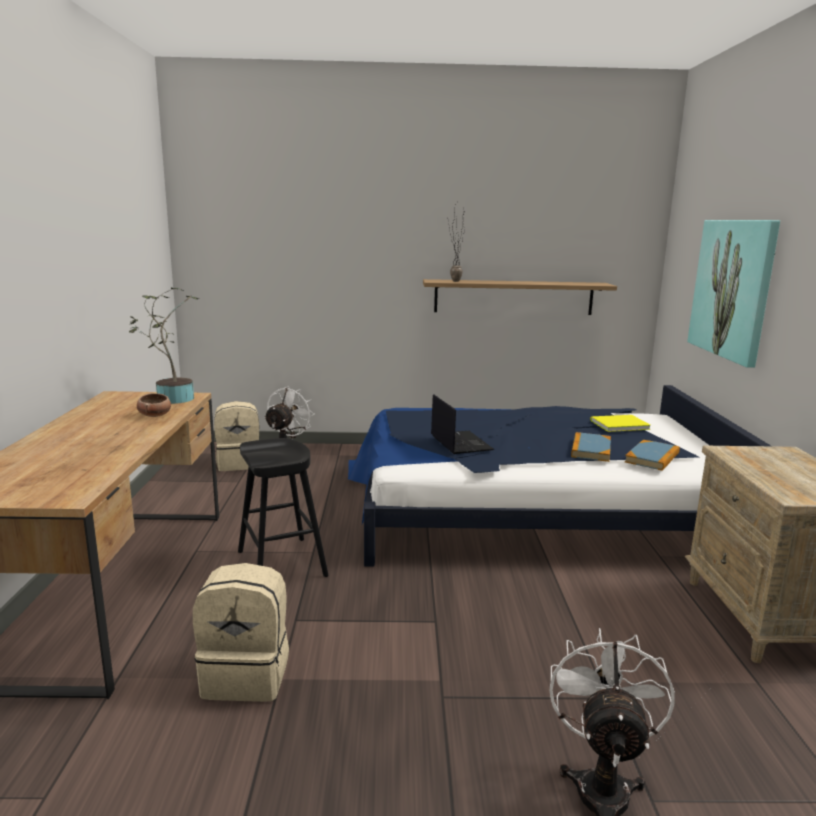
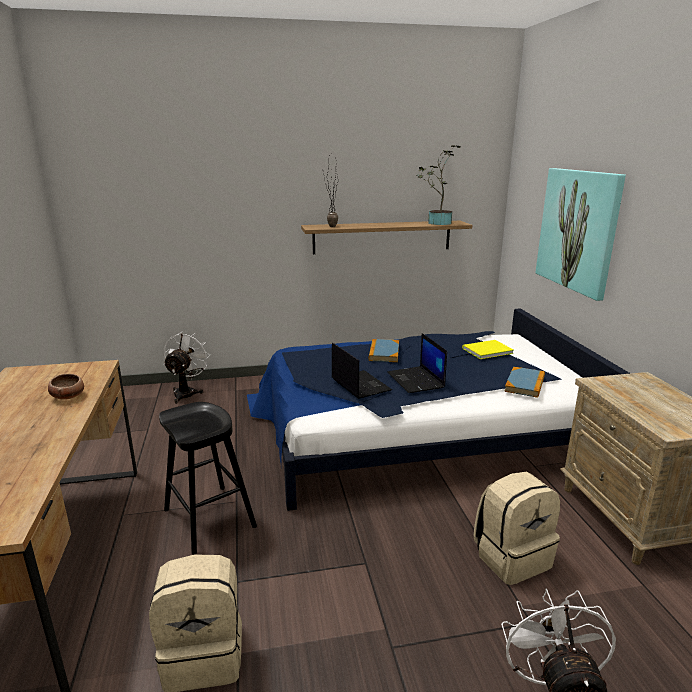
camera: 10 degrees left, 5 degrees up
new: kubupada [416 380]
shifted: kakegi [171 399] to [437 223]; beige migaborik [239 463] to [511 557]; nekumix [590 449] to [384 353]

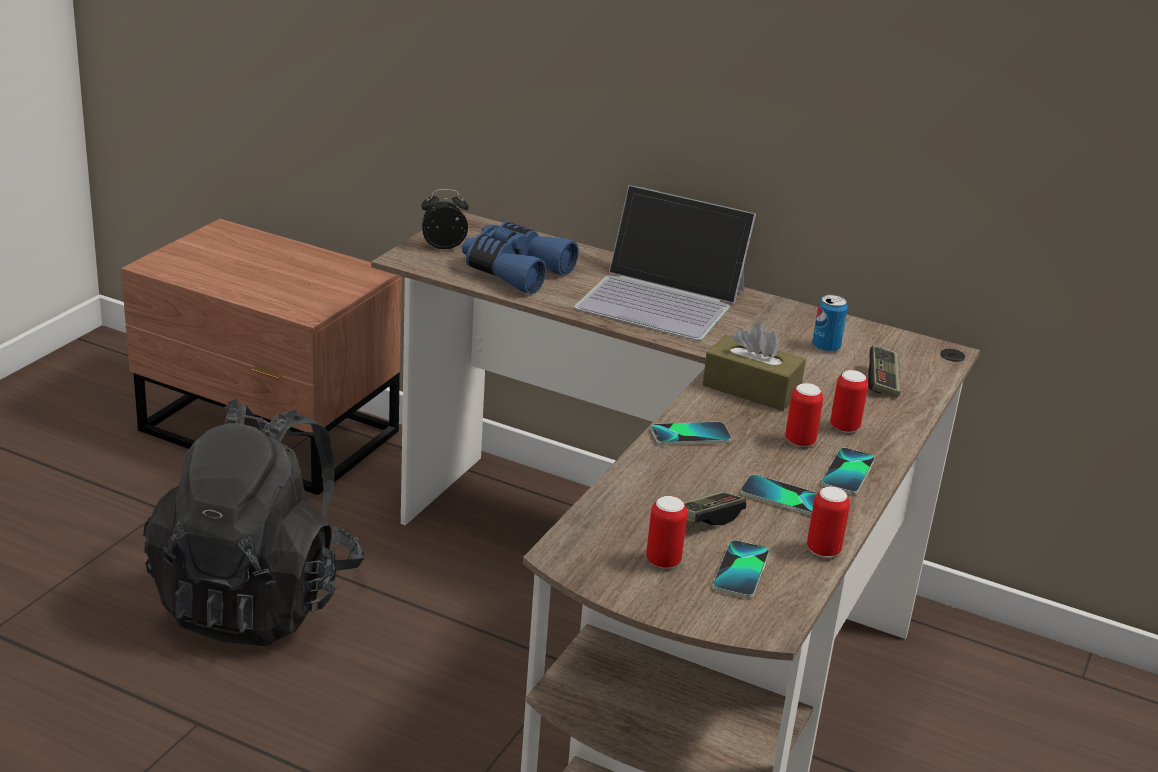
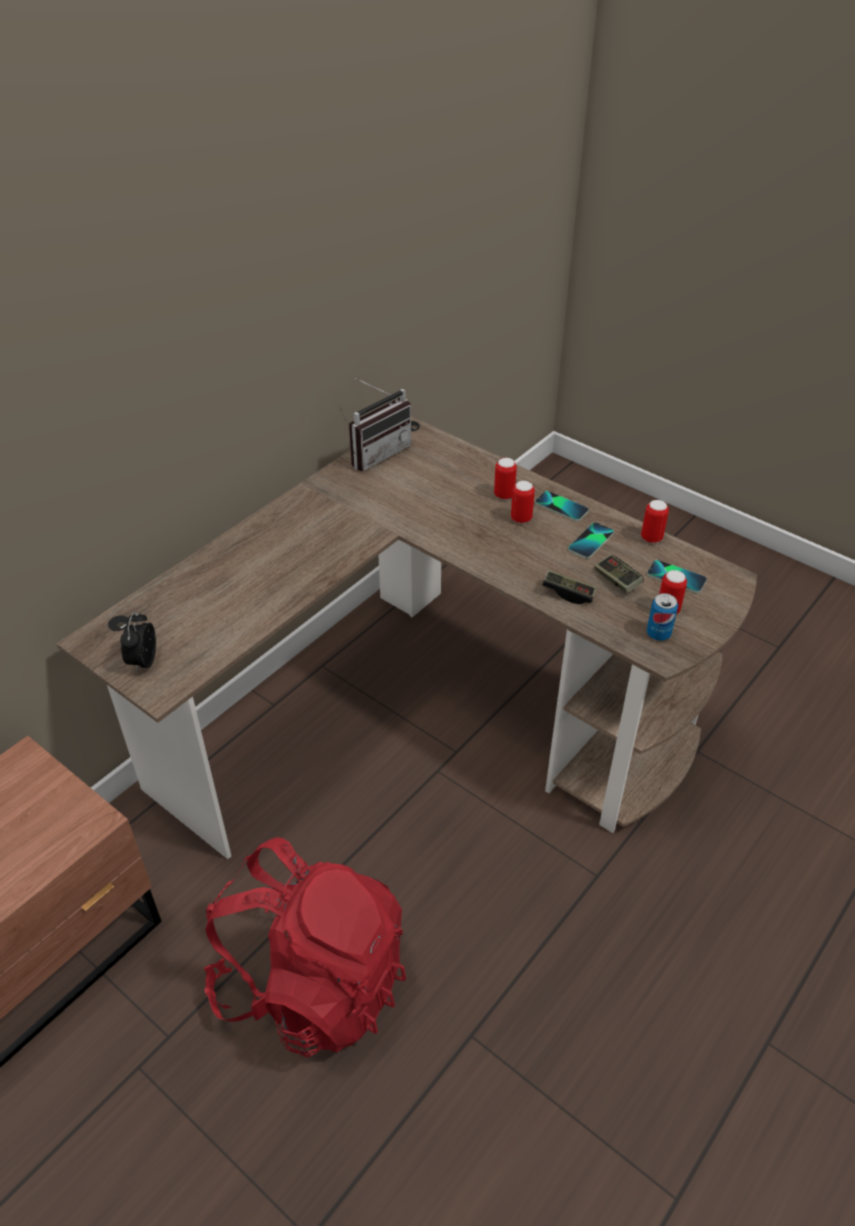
camera: 75 degrees left, 15 degrees up
gone: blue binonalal [514 271]; kubupada [662 298]; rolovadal [690 435]; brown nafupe [751 389]
new: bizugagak [377 452]
shifted: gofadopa [826 347] to [658 634]; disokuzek [882 382] to [568 593]
repainted: black migaborik [258 599] to red migaborik [312 981]

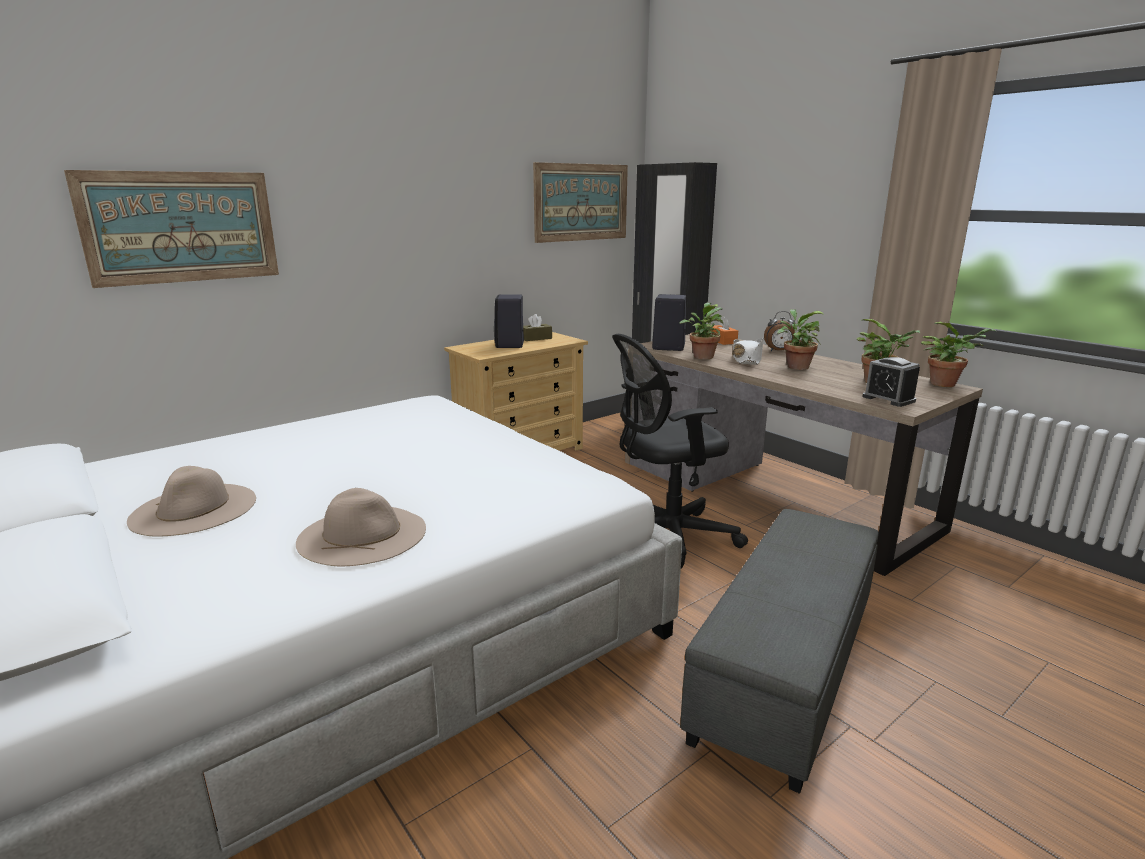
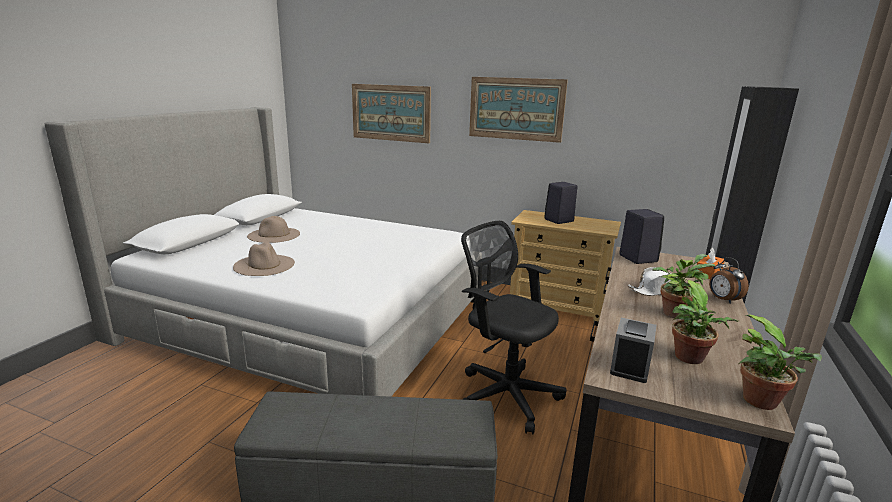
camera: 60 degrees right, 0 degrees up
gone: brown nafupe [536 338]; kakegi [702 356]
shifted: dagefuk [581 202] to [516 109]

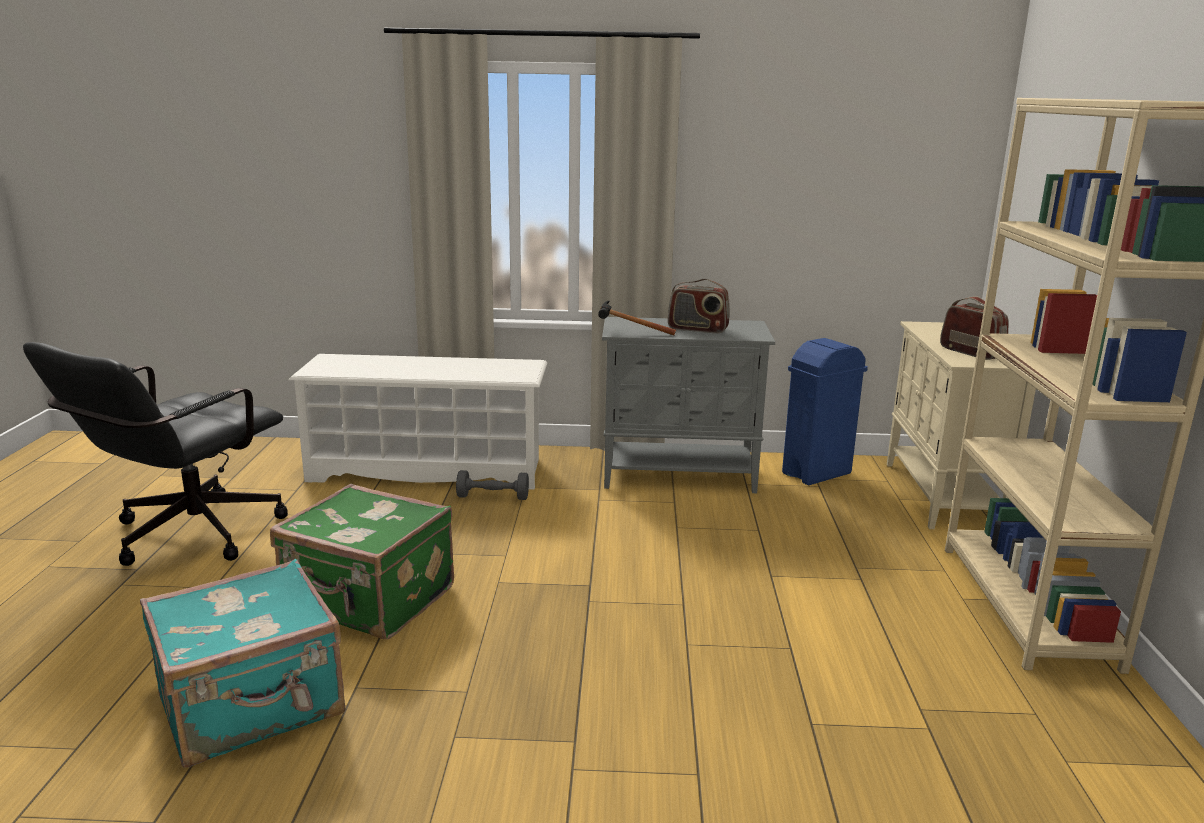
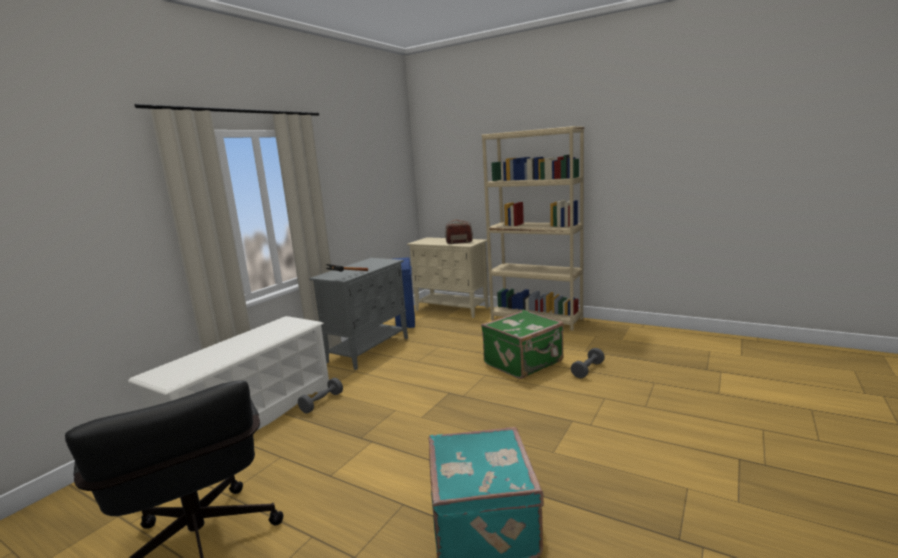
camera: 60 degrees left, 5 degrees down
gone: bizugagak [697 329]
new: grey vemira [587 370]
shifted: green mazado [369 600] to [524 363]

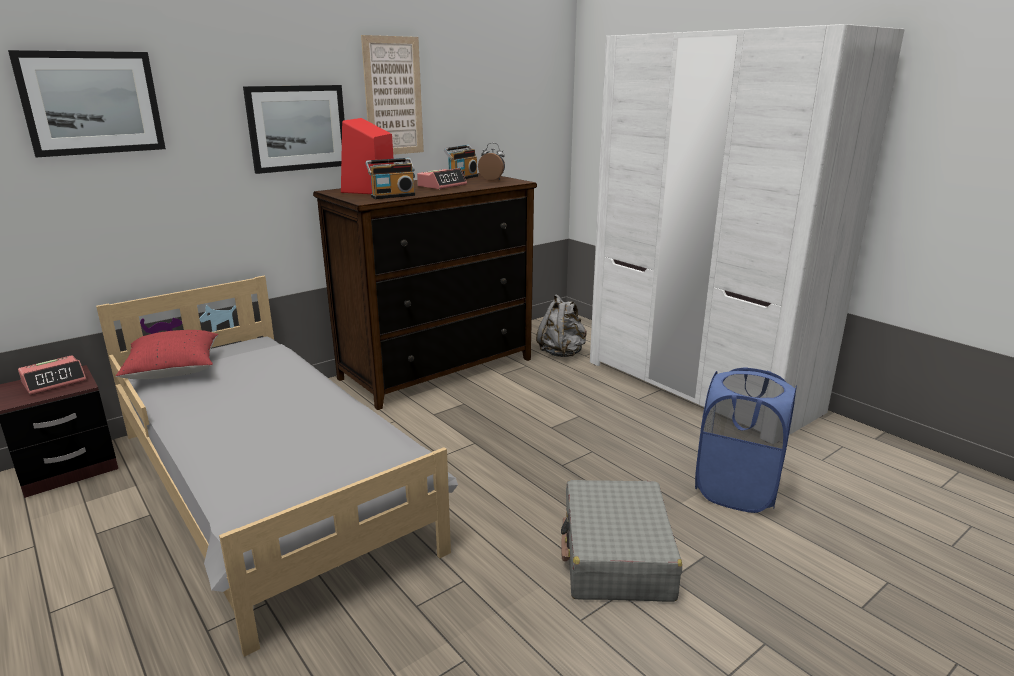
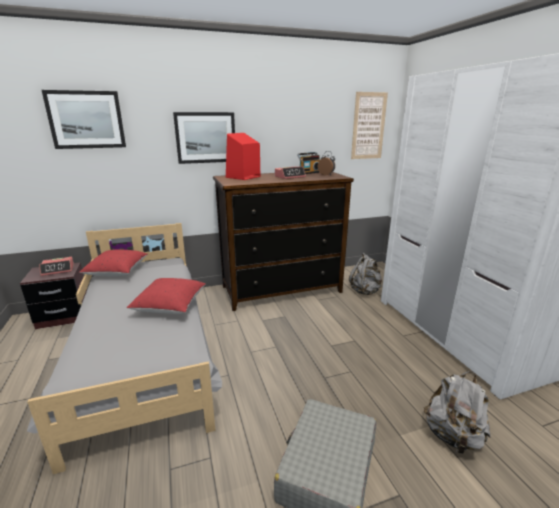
camera: 20 degrees right, 0 degrees up
gone: bizugagak [392 196]
new: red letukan [170 306]
shifted: dagefuk [393 96] to [368 126]
swapped: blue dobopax [737 490] to grey migaborik [452 436]

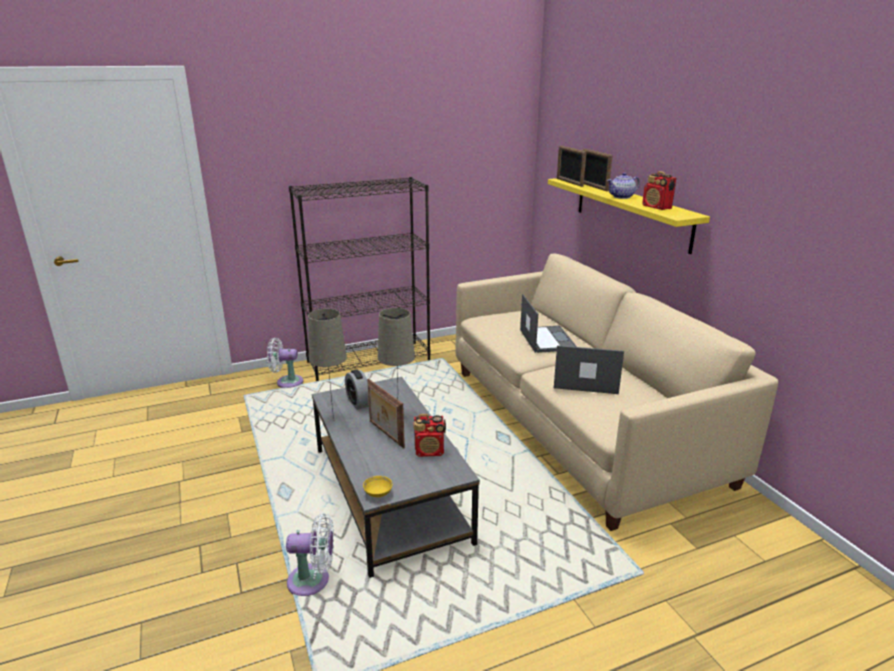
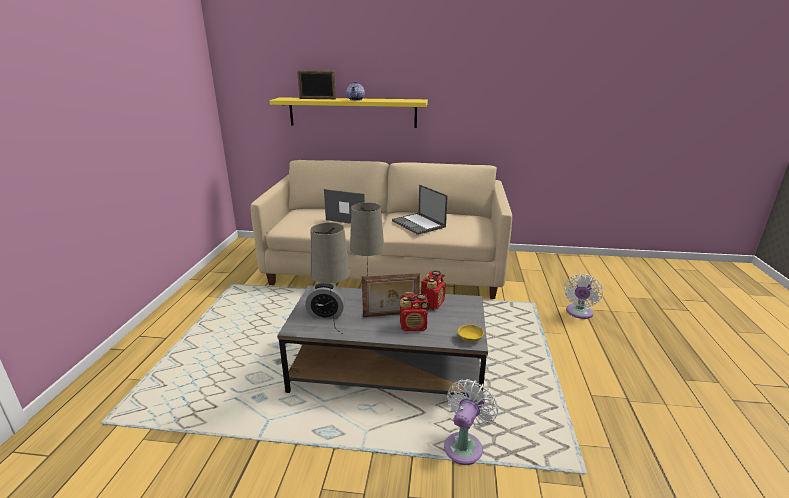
camera: 60 degrees left, 0 degrees up
gone: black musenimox [369 360]; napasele [569 182]
shifted: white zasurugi [287 382] to [578 313]; bizugagak [657 207] to [414 326]
rotated: kubupada [584 380] = [419 224] 75 degrees counterclockwise

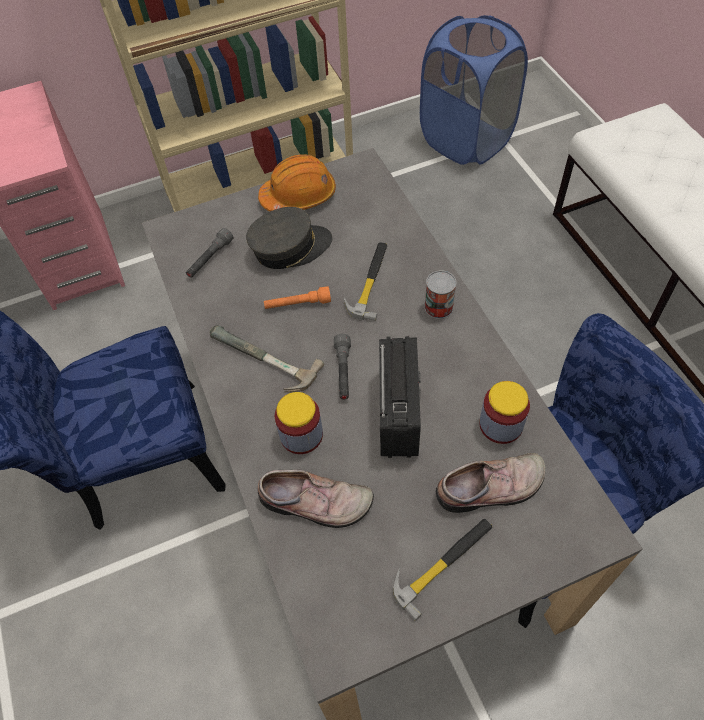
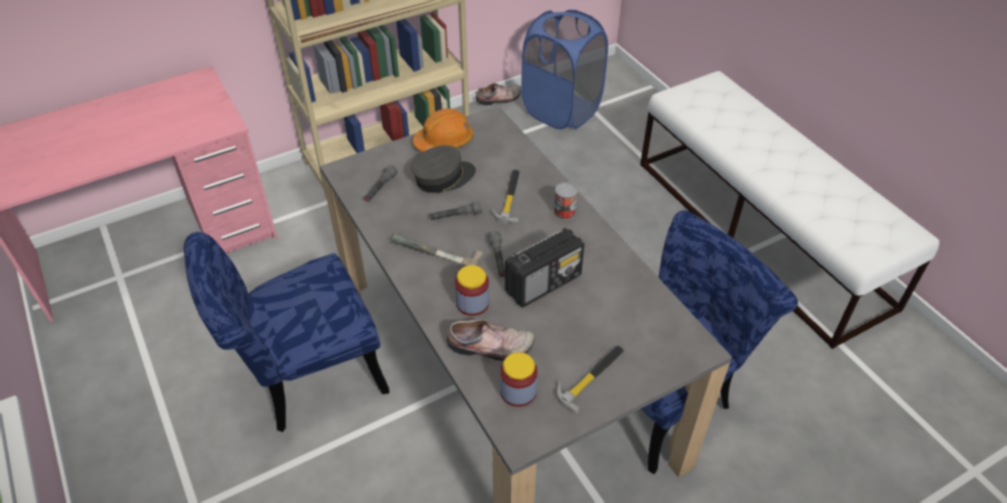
camera: 10 degrees left, 10 degrees down
shifted: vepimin [491 489] to [499 99]; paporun [501 424] to [518 391]
repainted: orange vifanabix [298 304] to grey vifanabix [455 216]
rotated: bizugagak [398 412] = [544 283] 60 degrees clockwise

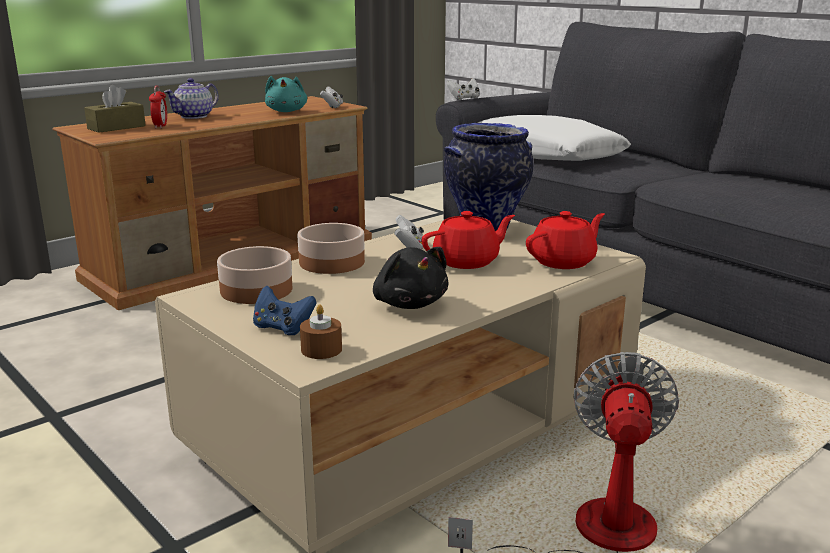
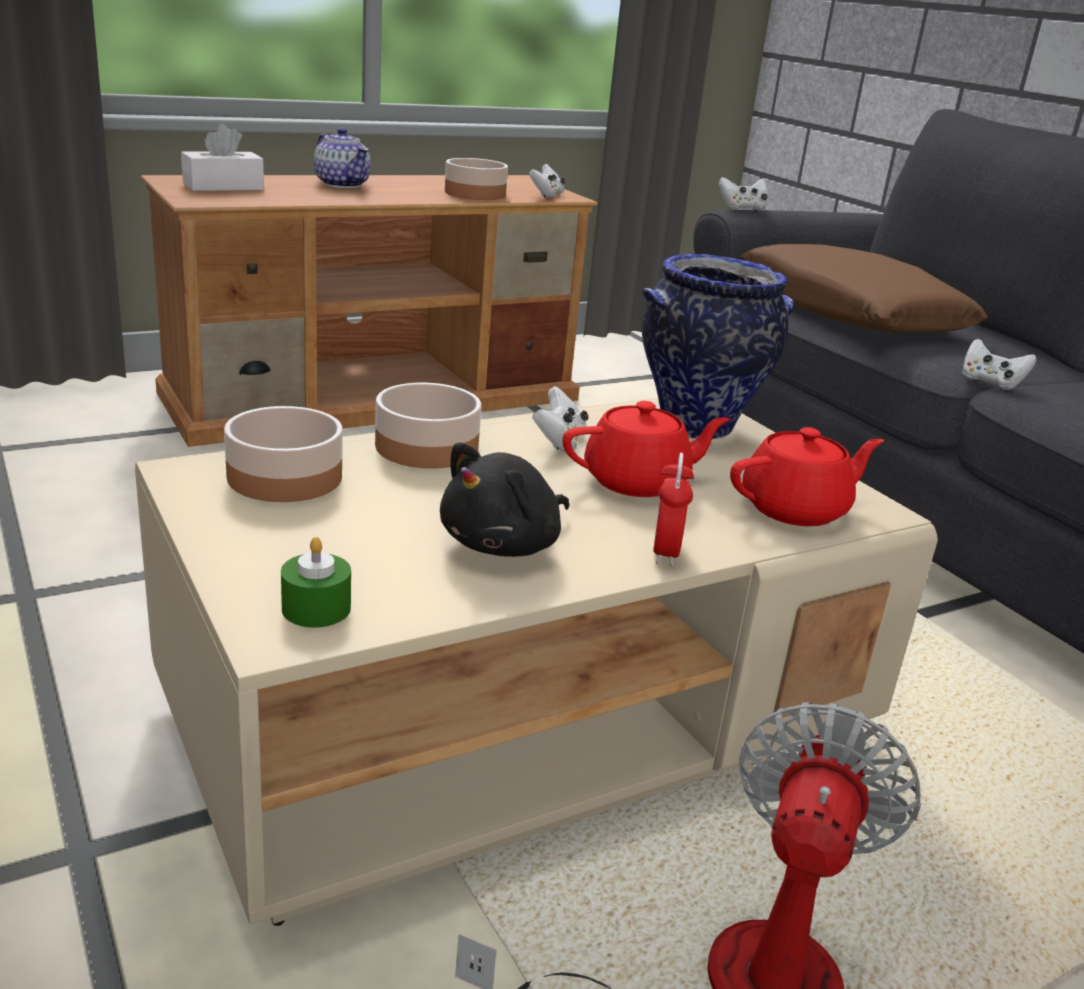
camera: 10 degrees right, 5 degrees up
gone: blue disokuzek [283 328]
new: white disokuzek [990 382]
shifted: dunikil [160 126] to [665 552]
swapped: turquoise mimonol [287 111] to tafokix [476 194]
repainted: brown nafupe [116 127] to white nafupe [223 187]; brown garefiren [321 349] to green garefiren [316 608]; white letukan [546 154] to brown letukan [849 313]
rotated: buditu [194 116] = [342 184] 90 degrees counterclockwise; black mimonol [409 303] = [504 545] 60 degrees clockwise

